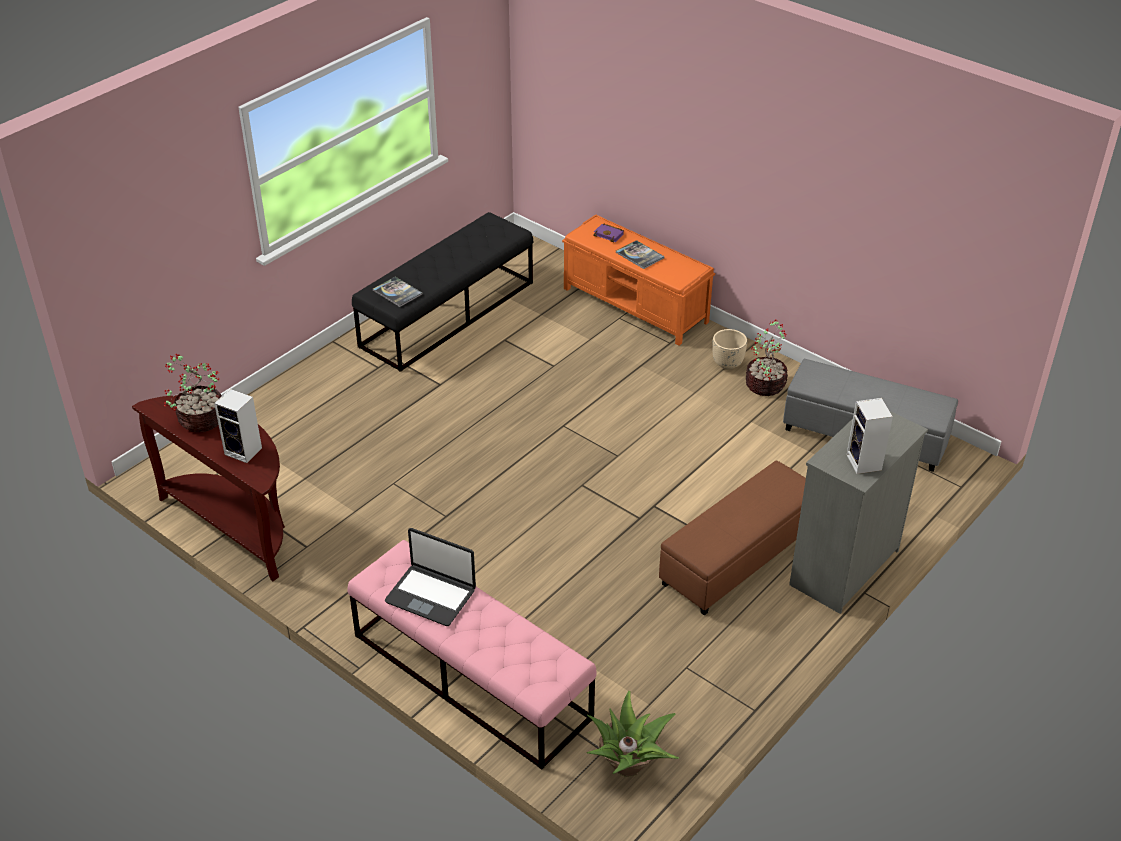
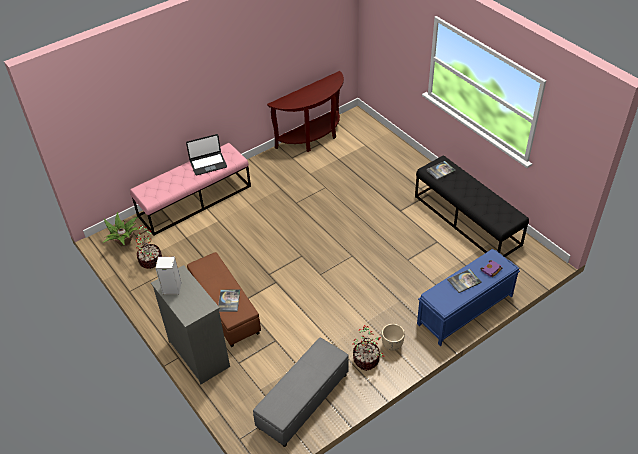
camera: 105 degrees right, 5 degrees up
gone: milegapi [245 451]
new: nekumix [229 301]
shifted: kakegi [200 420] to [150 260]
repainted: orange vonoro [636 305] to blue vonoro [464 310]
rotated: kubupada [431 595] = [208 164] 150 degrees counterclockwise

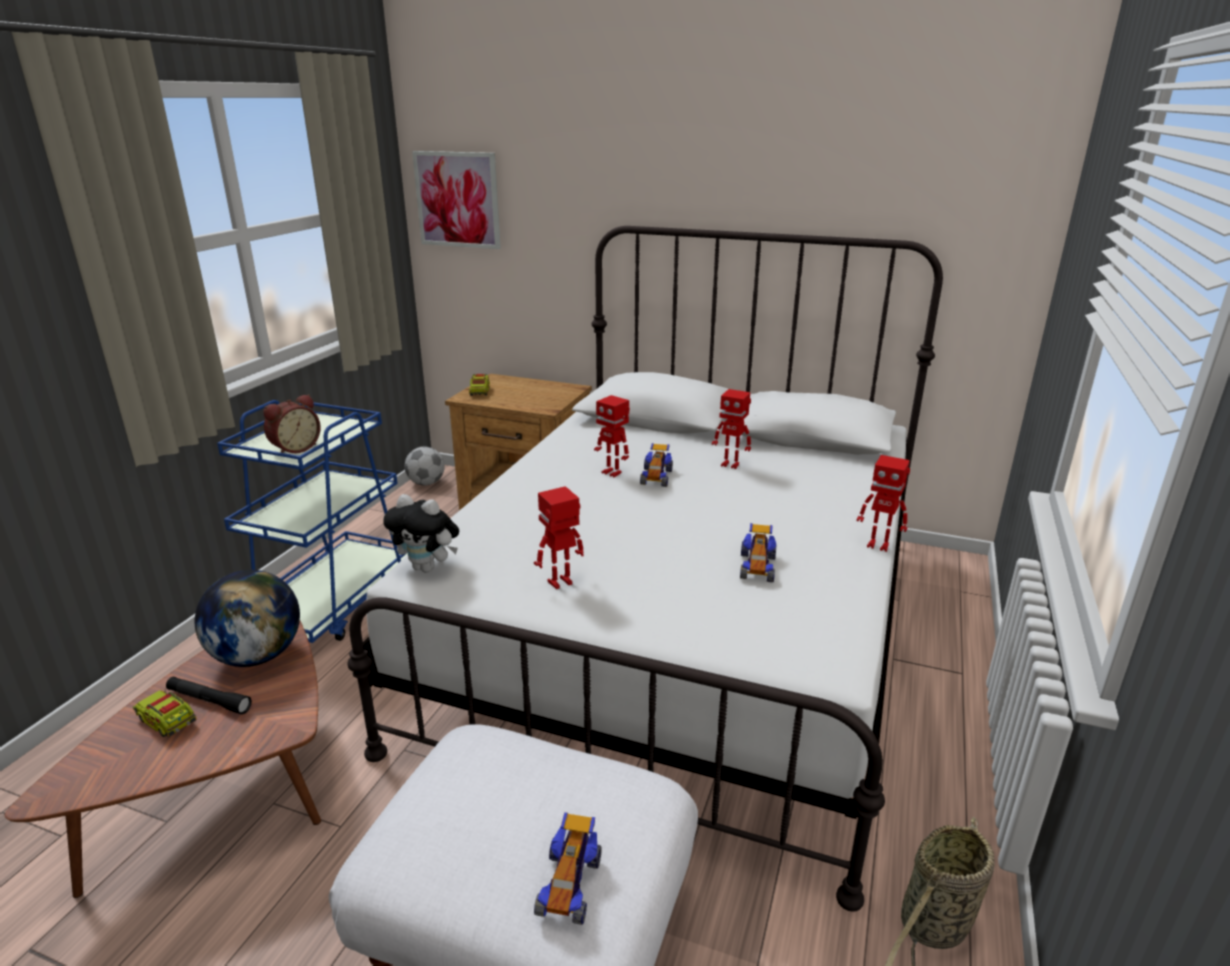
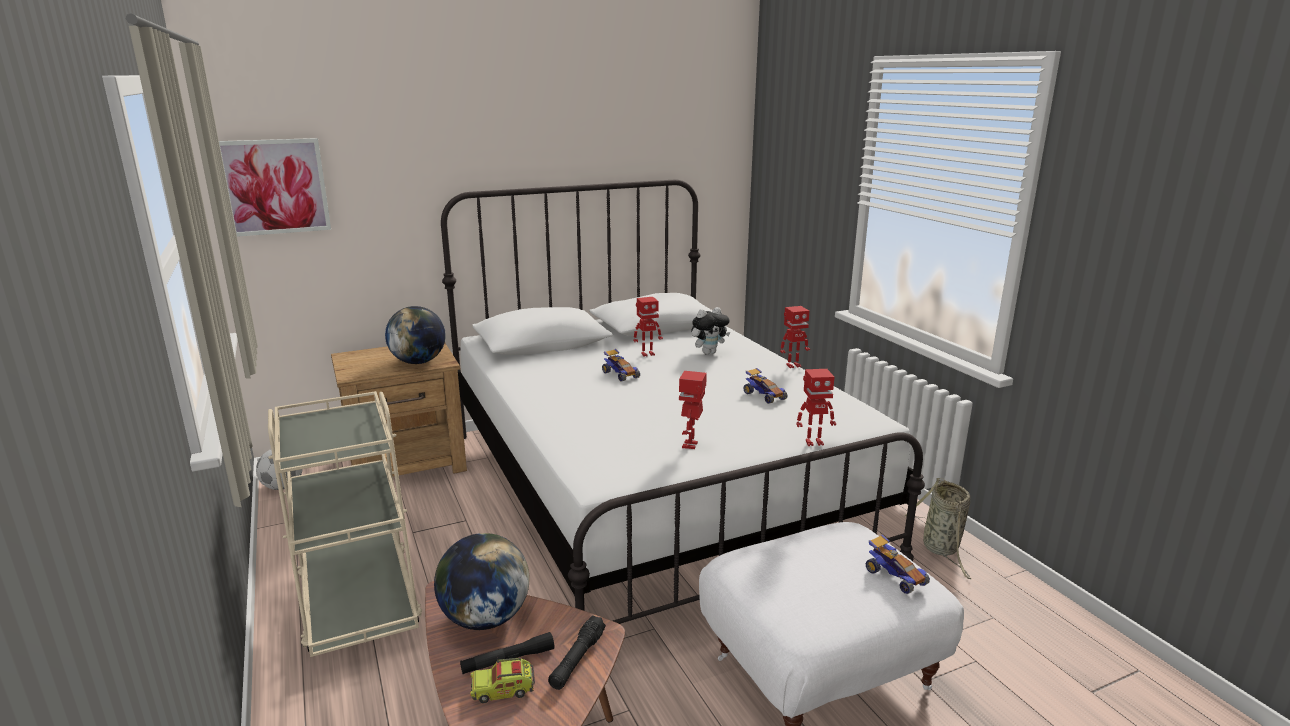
camera: 45 degrees left, 5 degrees down
gone: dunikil [295 448]; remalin [479 391]
new: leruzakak [418 362]; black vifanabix [577 660]
shifted: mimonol [428 568] to [709 352]; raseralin [612 472] to [813 442]
repainted: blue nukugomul [335 601] to beige nukugomul [359 602]

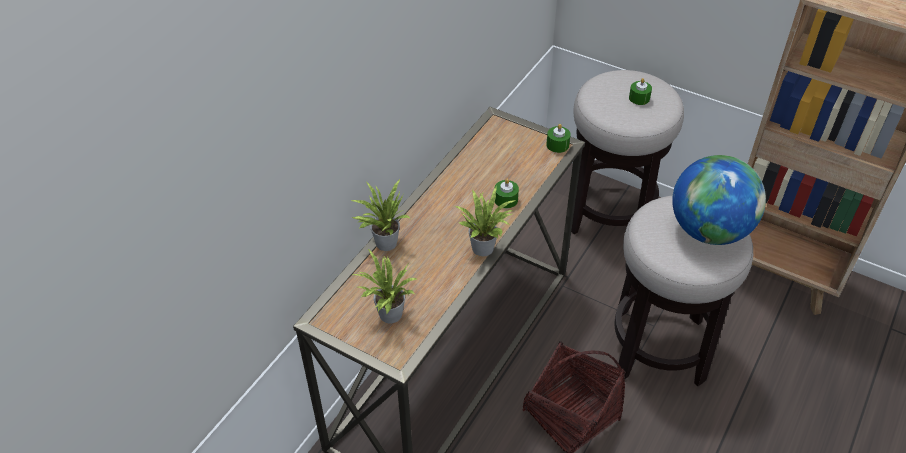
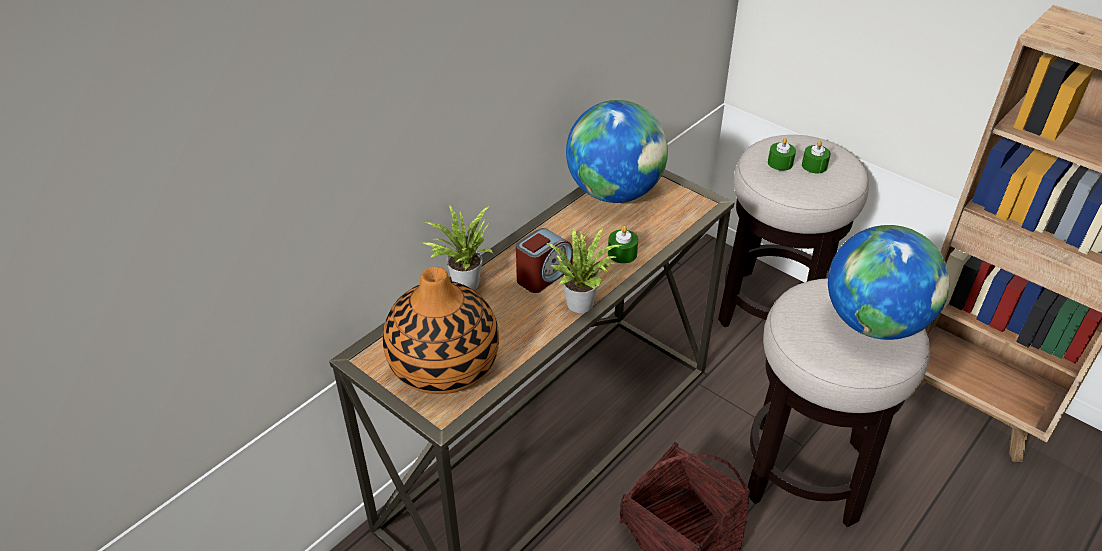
camera: 10 degrees right, 5 degrees down
new: dunikil [543 275]; leruzakak [614 192]
shifted: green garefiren [557 145] to [780 163]
swapped: kakegi [388 316] to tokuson [444 365]

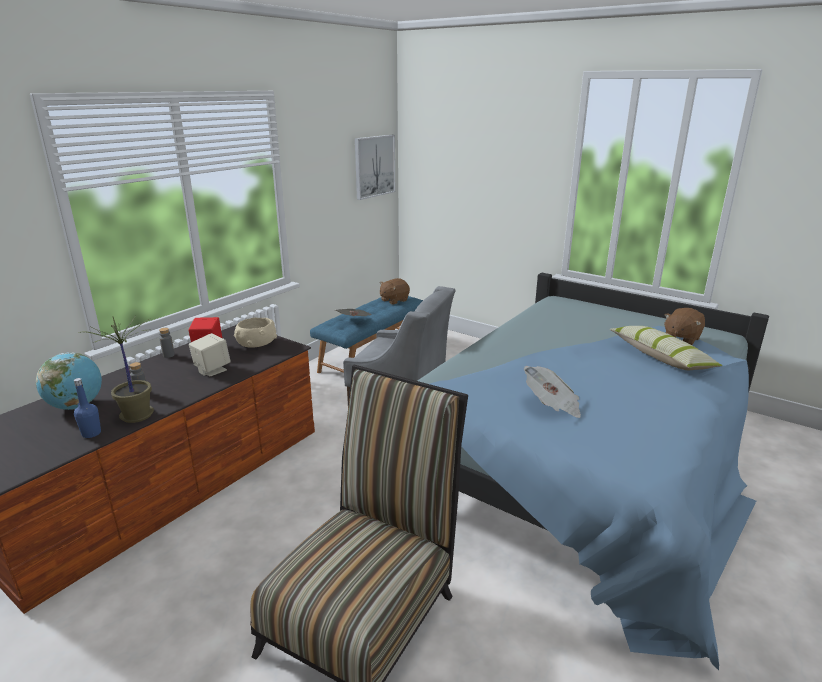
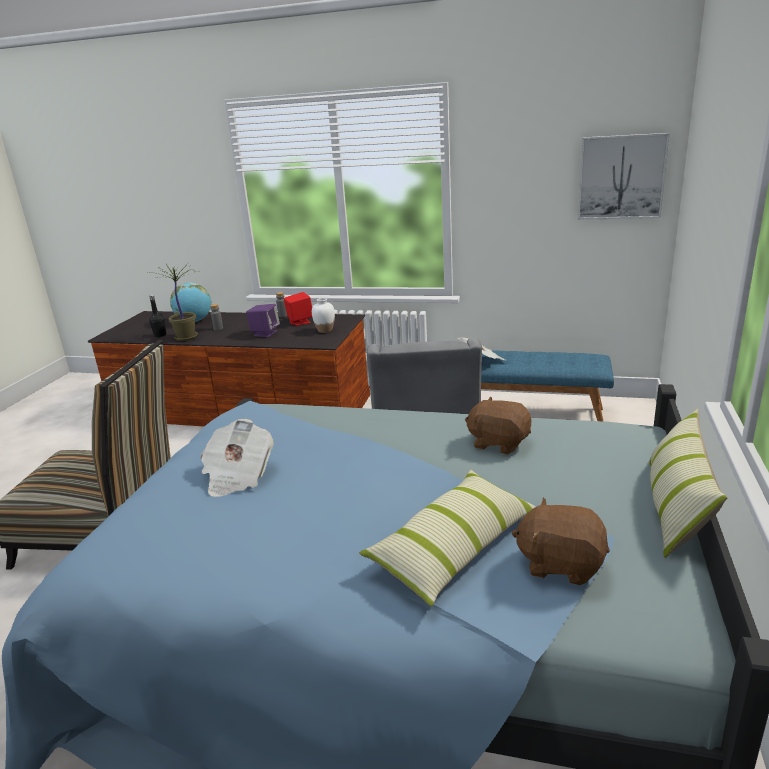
camera: 70 degrees right, 0 degrees up
new: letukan [675 507]
shifted: brown mimonol [394 300] to [498 443]
swapped: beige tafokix [256 343] to white tokuson [325 330]
repainted: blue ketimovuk [91 433] to black ketimovuk [160 335]; beige milegapi [212 370] to purple milegapi [265 333]

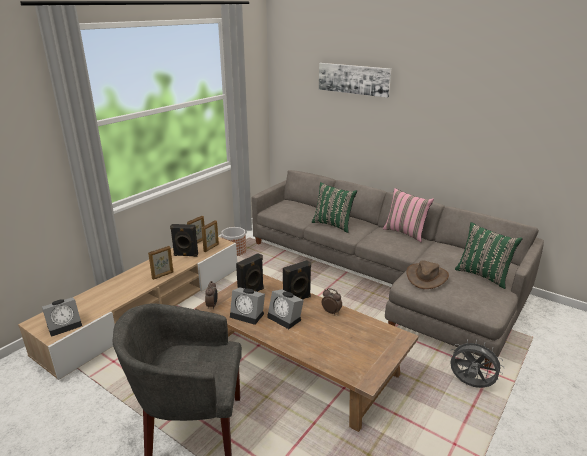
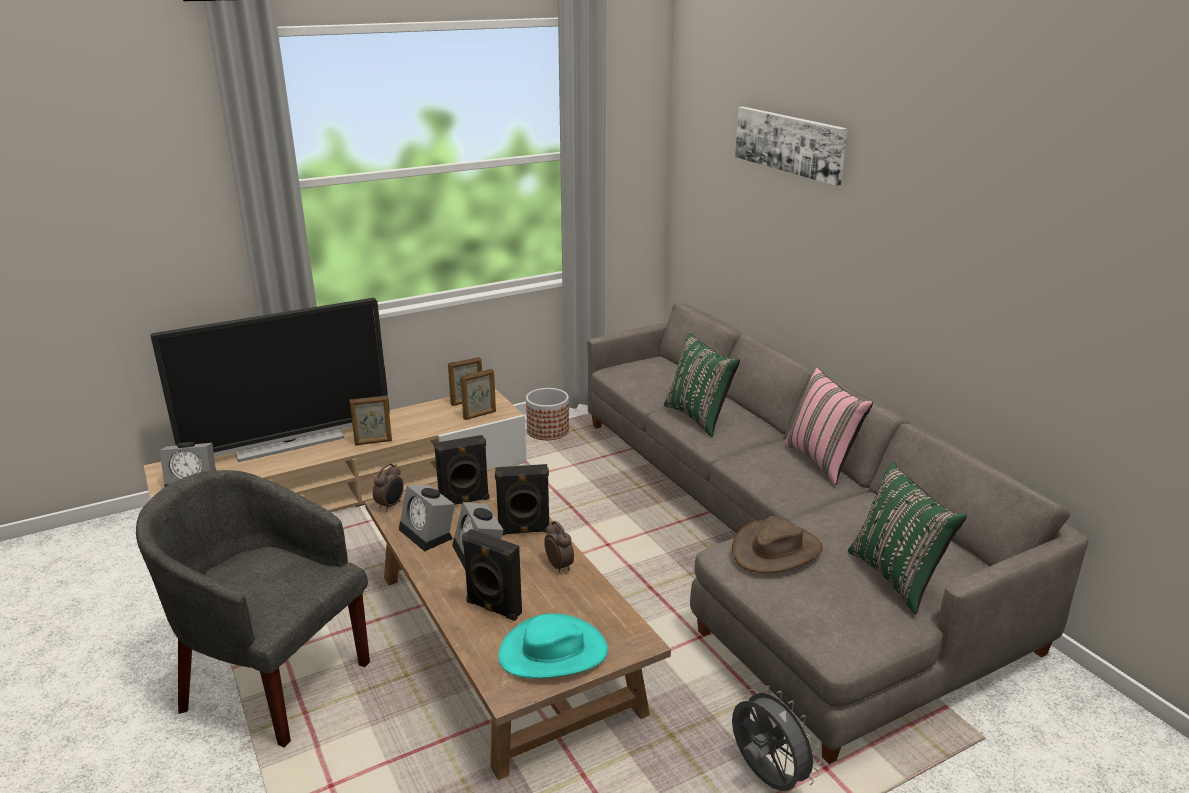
camera: 25 degrees right, 0 degrees up
new: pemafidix [289 443]; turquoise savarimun [553 652]
shifted: black milegapi [185 255] to [493 609]

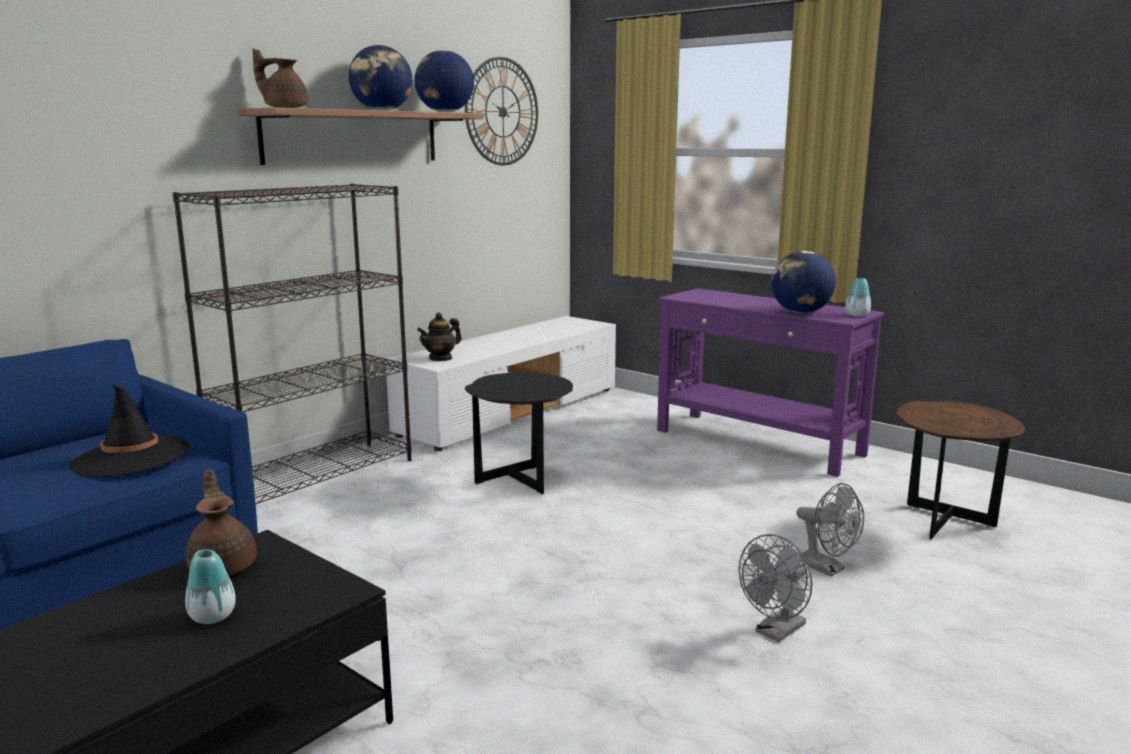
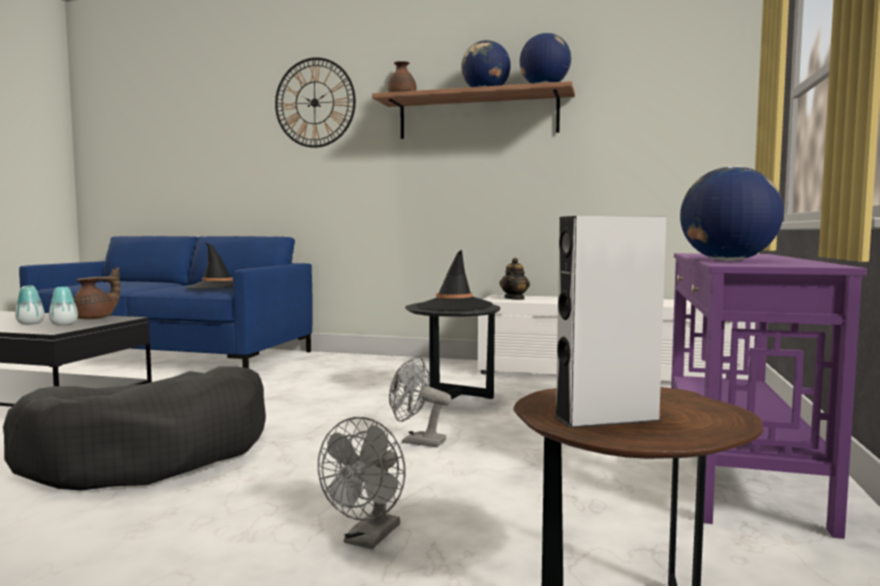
camera: 65 degrees right, 10 degrees down
gone: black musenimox [316 477]
new: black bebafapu [152 454]; black savarimun [454 306]; grey milegapi [606 418]
shifted: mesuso [502 112] to [314 103]; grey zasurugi [776 632] to [417 441]; tokuson [857 315] to [64 324]
rotated: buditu [441 358] = [514 298] 90 degrees counterclockwise

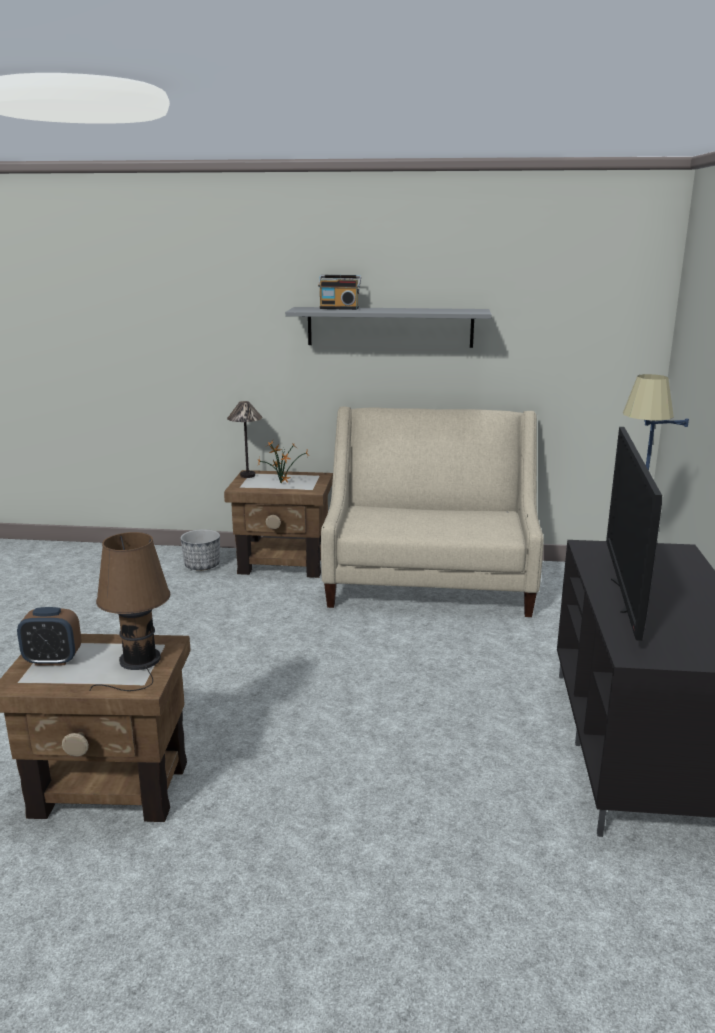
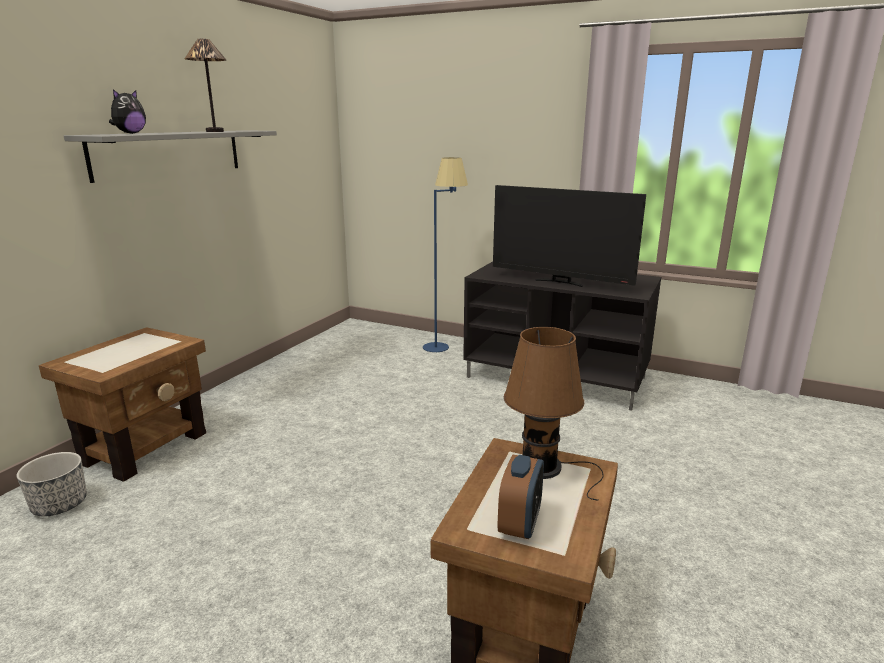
camera: 70 degrees left, 0 degrees up
gone: kakegi [281 483]; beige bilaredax [429 584]
shifted: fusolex [247 475] to [214 131]
swapped: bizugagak [339 308] to mimonol [130 133]

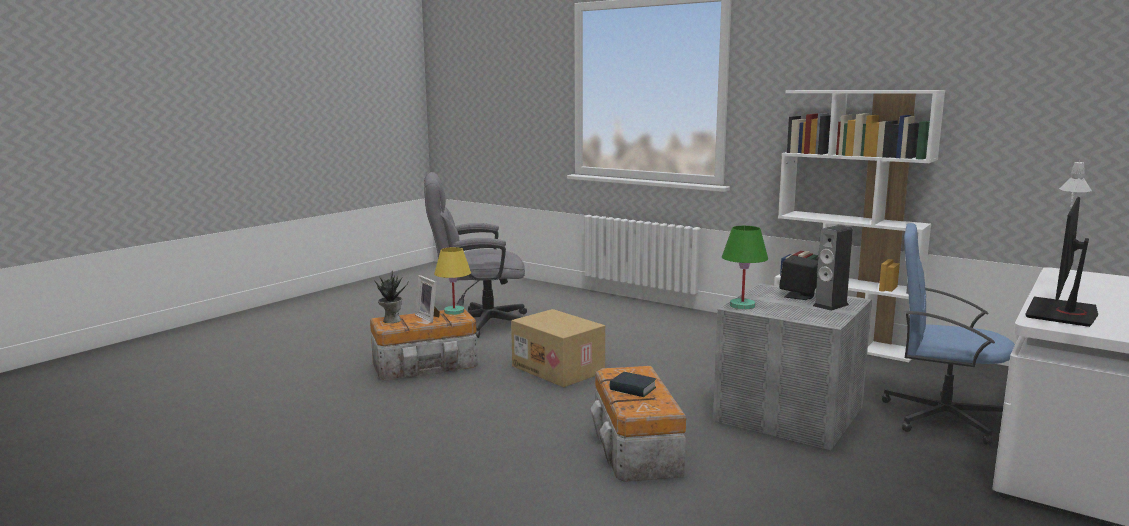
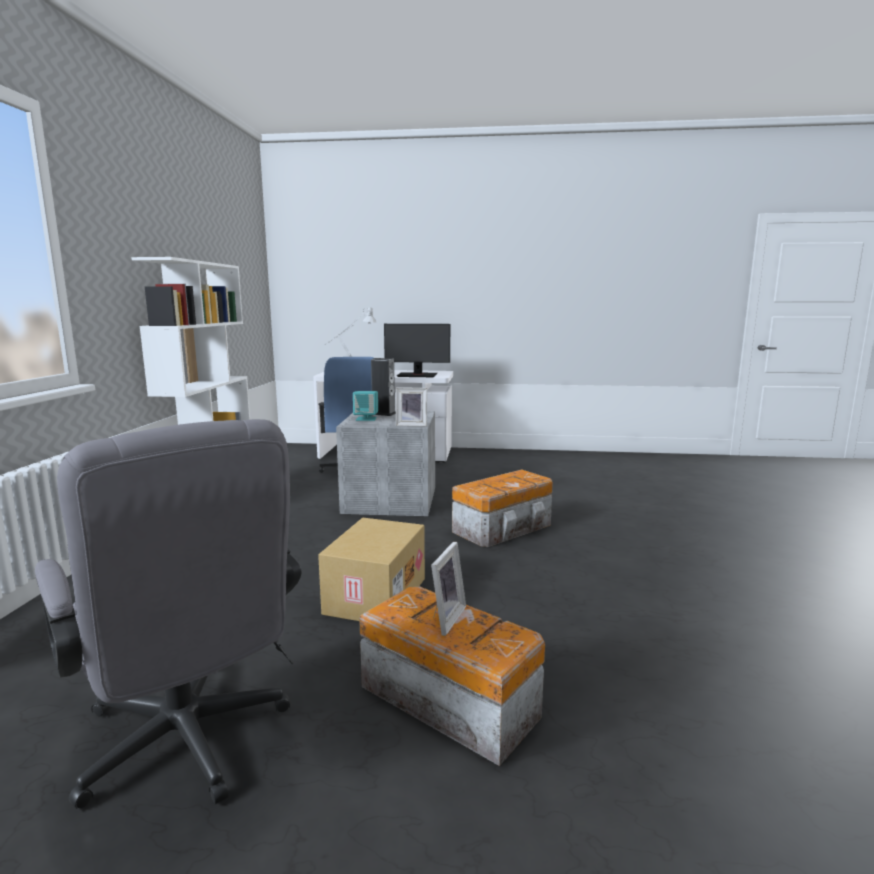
camera: 120 degrees left, 0 degrees up
gone: kakegi [391 320]; yellow fusolex [454 311]; nekumix [633 389]
swapped: green fusolex [742 306] to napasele [411 425]
repainted: black milegapi [799 296] to turquoise milegapi [366 418]

